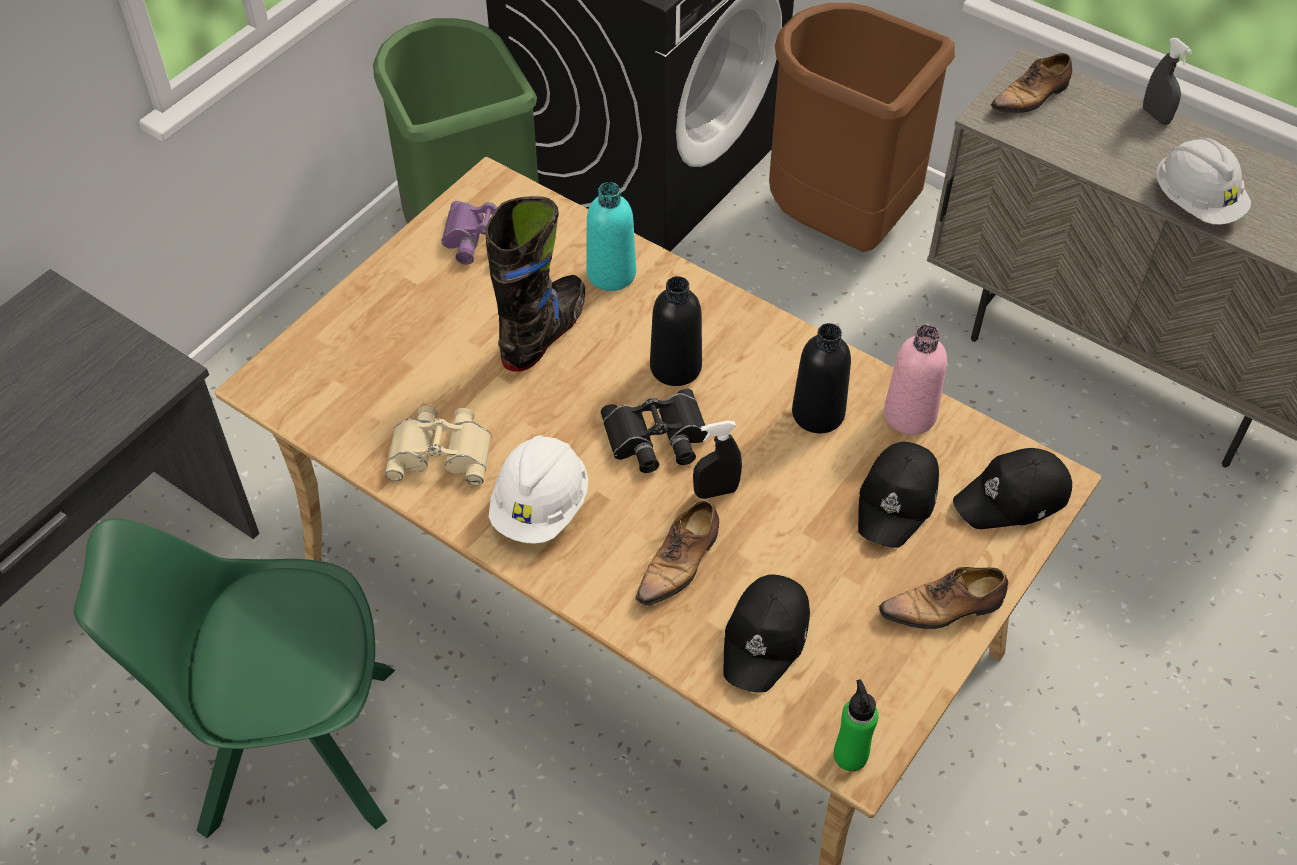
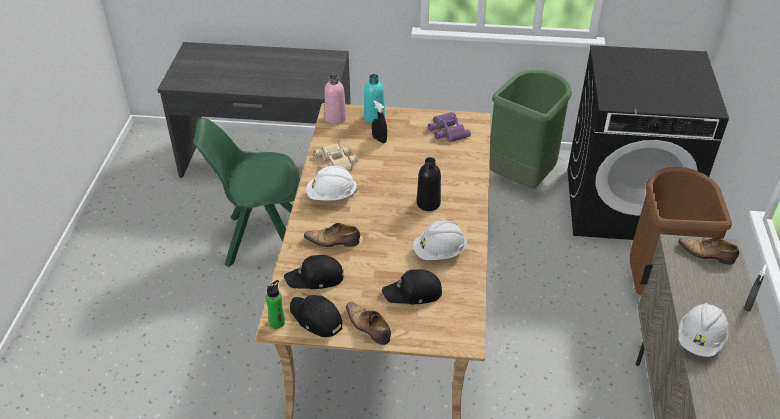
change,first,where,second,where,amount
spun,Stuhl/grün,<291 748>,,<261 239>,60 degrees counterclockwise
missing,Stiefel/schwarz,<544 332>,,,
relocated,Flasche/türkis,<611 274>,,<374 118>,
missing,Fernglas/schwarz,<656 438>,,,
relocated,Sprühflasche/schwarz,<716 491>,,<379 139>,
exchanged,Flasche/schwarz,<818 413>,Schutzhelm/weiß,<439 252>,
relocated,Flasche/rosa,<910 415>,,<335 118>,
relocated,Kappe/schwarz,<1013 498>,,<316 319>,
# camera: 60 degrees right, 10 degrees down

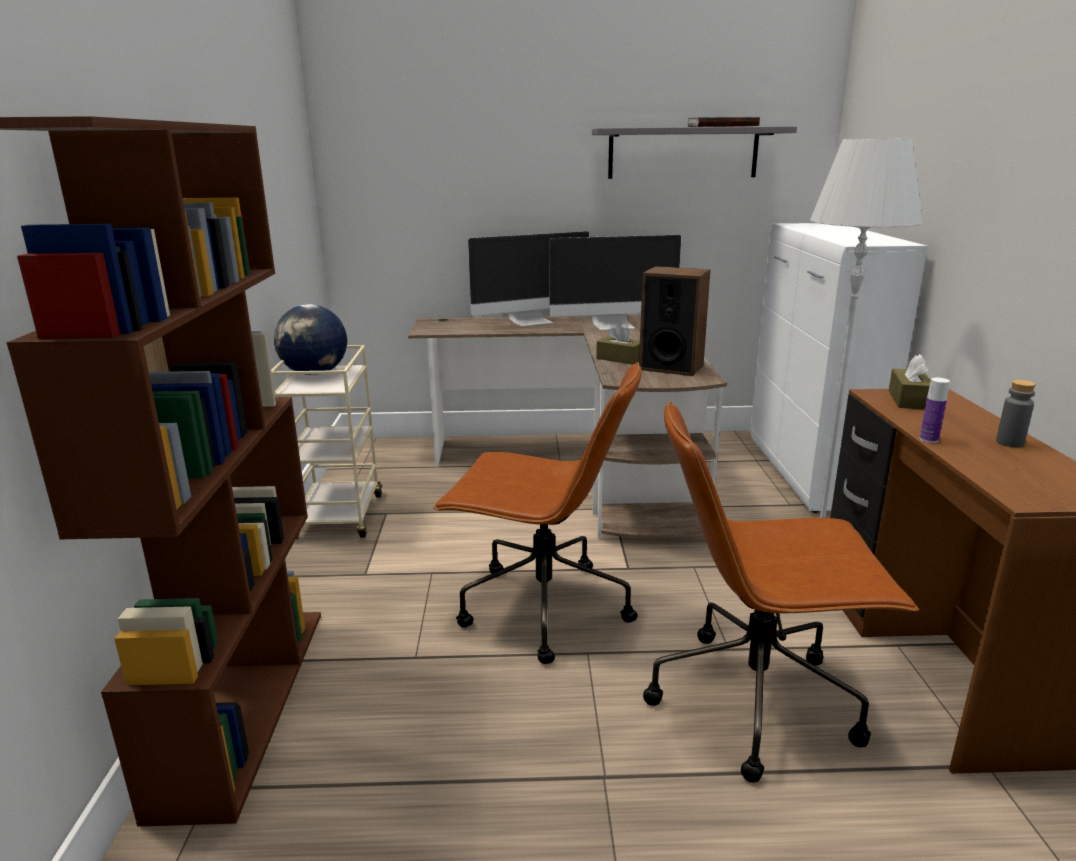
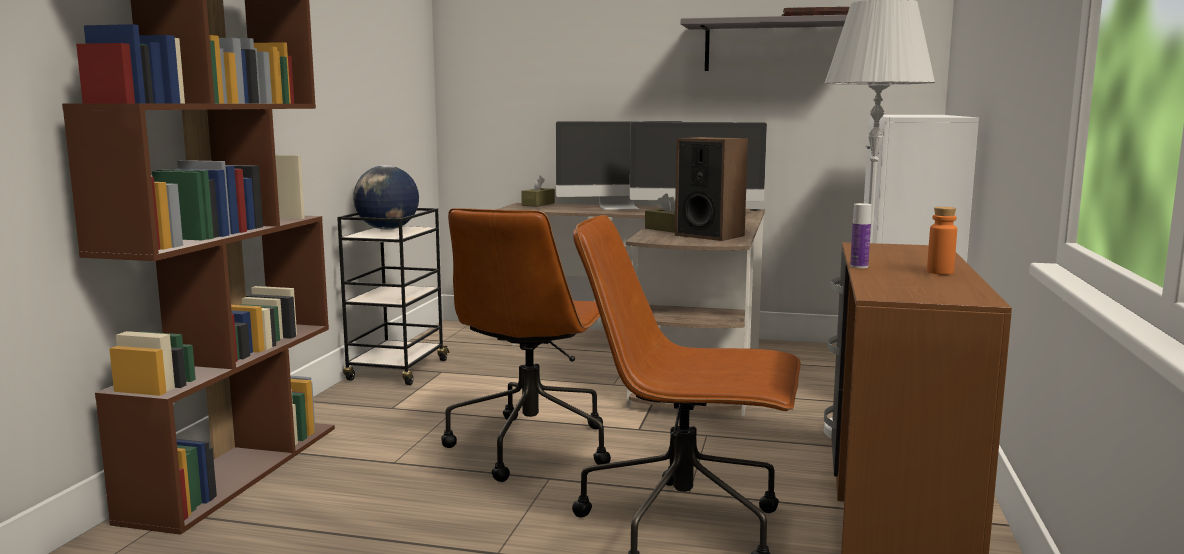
change,first,where,second,where,amount
colour,Rollwagen/beige,<339 518>,Rollwagen/schwarz,<397 371>,
spun,Bürostuhl/braun,<541 608>,,<531 445>,75 degrees clockwise
relocated,Taschentuchbox/braun,<909 400>,,<538 204>,
colour,Flasche/grau,<1009 443>,Flasche/orange,<940 272>,
# camera: 15 degrees right, 10 degrees down

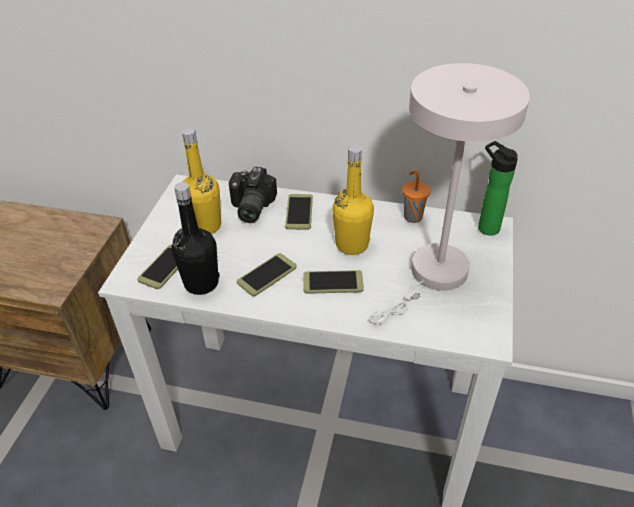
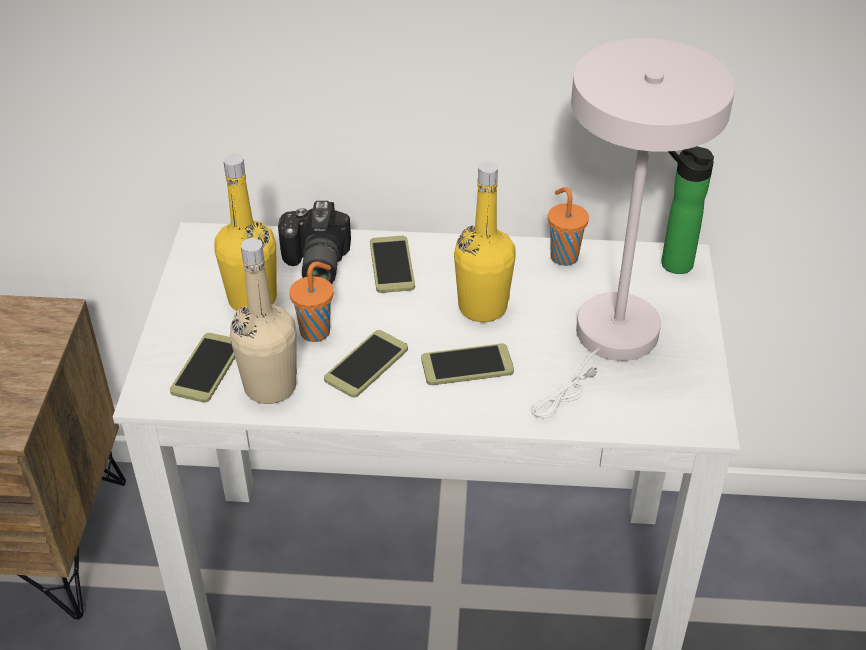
change,first,where,second,where,amount
colour,Flasche/schwarz,<201 283>,Flasche/beige,<270 386>,
appeared,,,Tasse/orange,<316 331>,
# camera: 10 degrees left, 0 degrees up

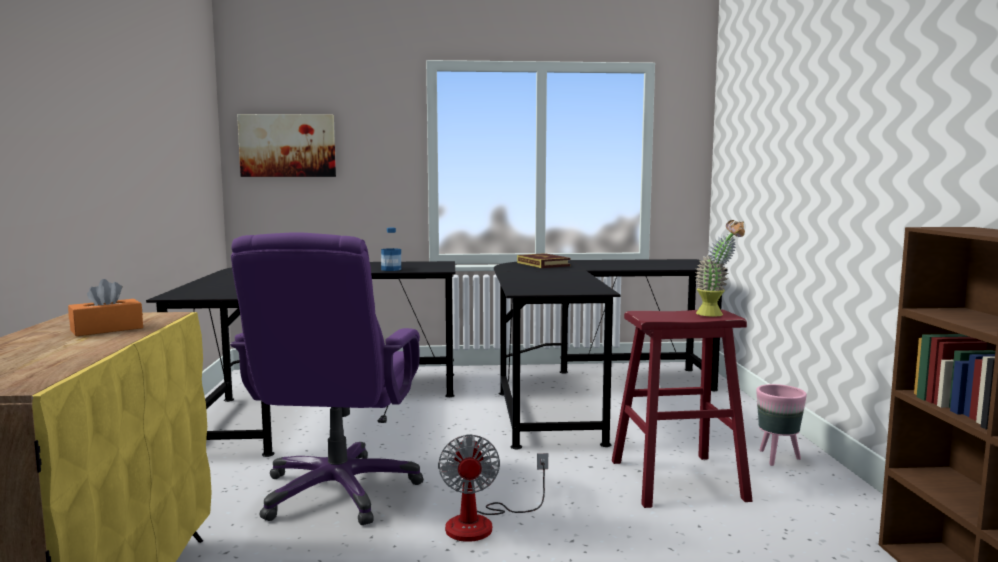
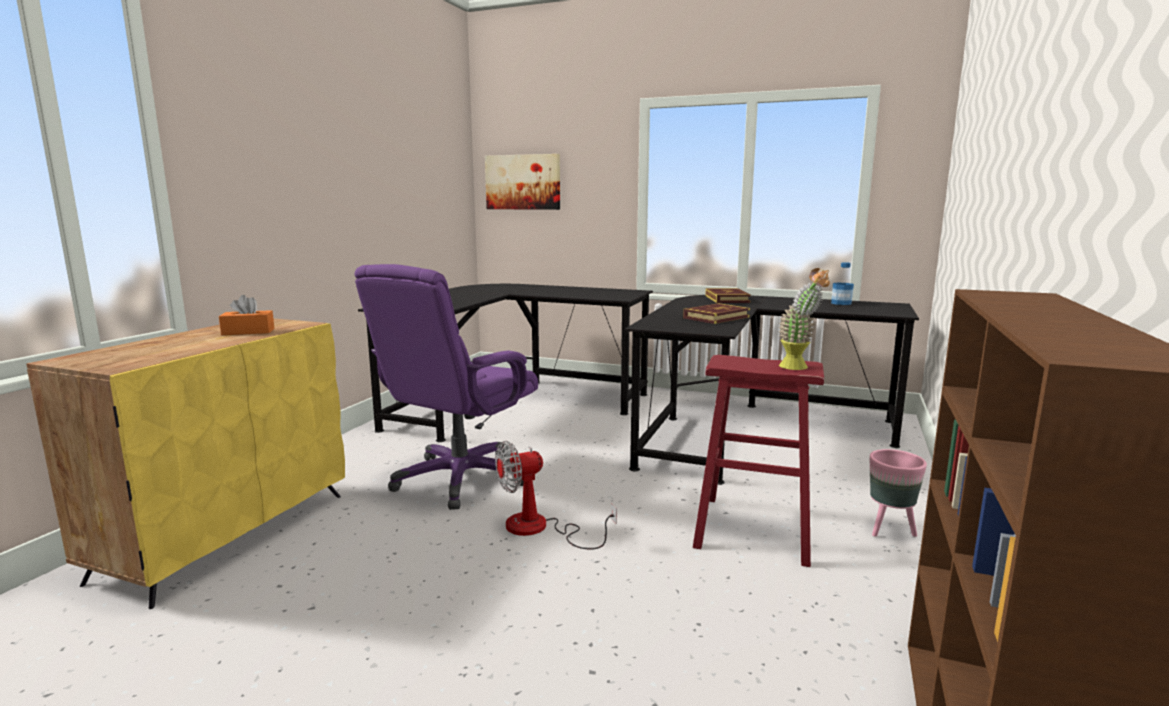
change,first,where,second,where,amount
relocated,Flasche,<391 269>,,<841 303>,
spun,Ventilator,<483 523>,,<539 529>,45 degrees clockwise
appeared,,,Buch,<716 317>,
# camera: 25 degrees right, 5 degrees up

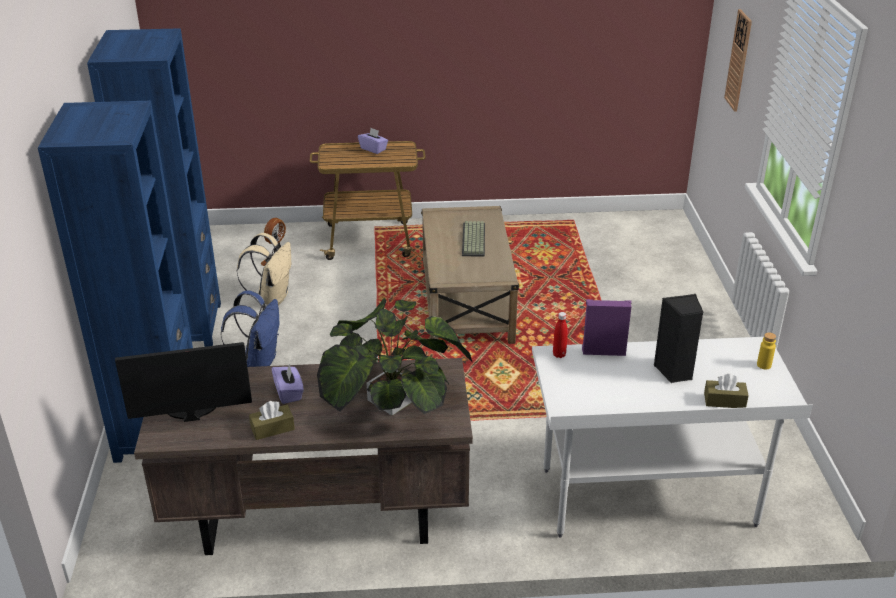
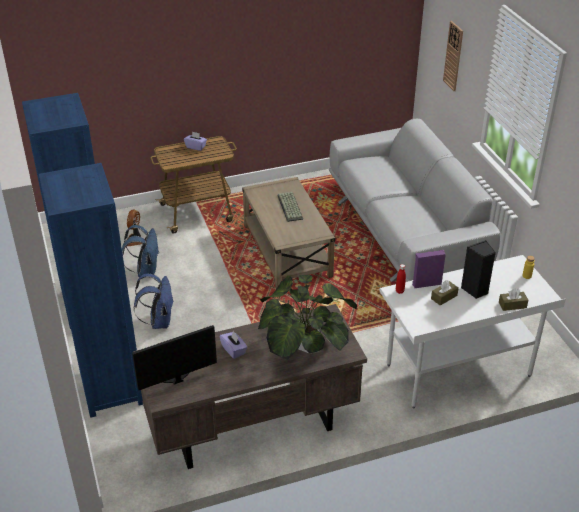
change,first,where,second,where,amount
colour,Rucksack/beige,<272 298>,Rucksack/blau,<145 271>,
relocated,Taschentuchbox/braun,<272 428>,,<444 297>,
appeared,,,Sofa/grau,<405 231>,
# camera: 15 degrees left, 5 degrees up

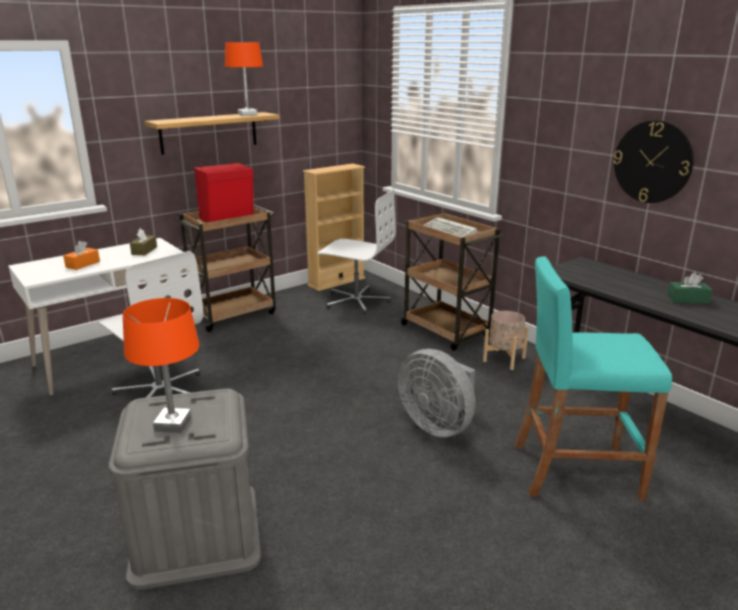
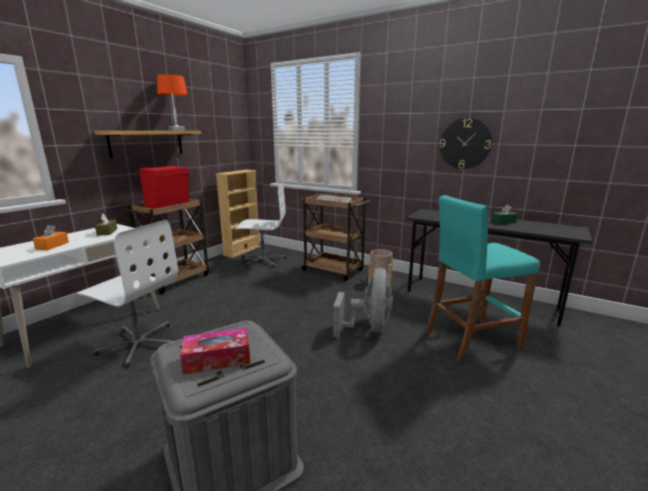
change,first,where,second,where,amount
exchanged,Tischlampe/orange,<173 424>,Taschentuchbox,<217 358>,
spun,Ventilator/grau,<438 425>,,<369 328>,105 degrees counterclockwise
# camera: 20 degrees left, 5 degrees down

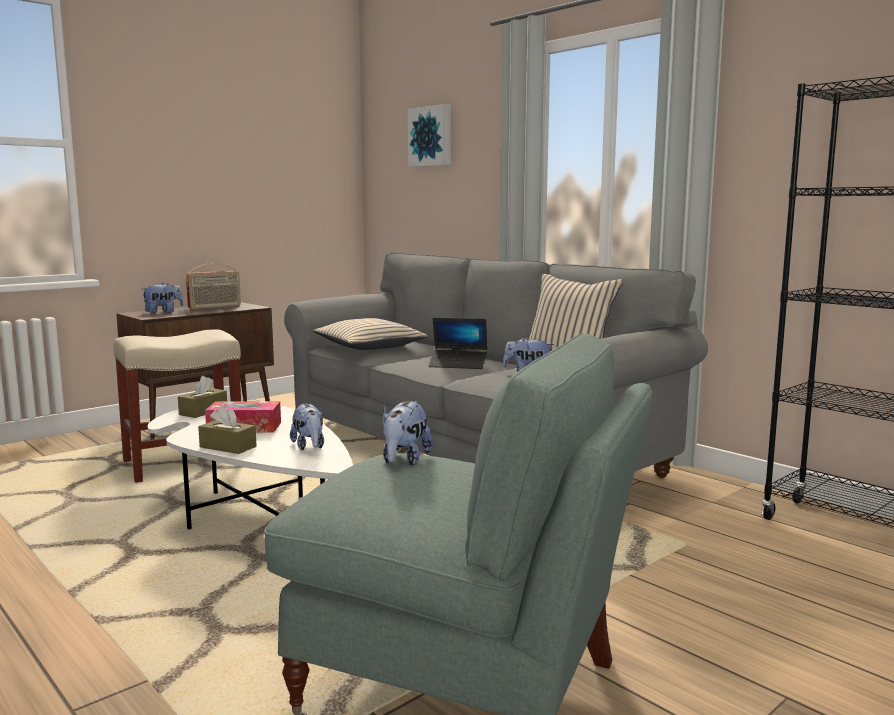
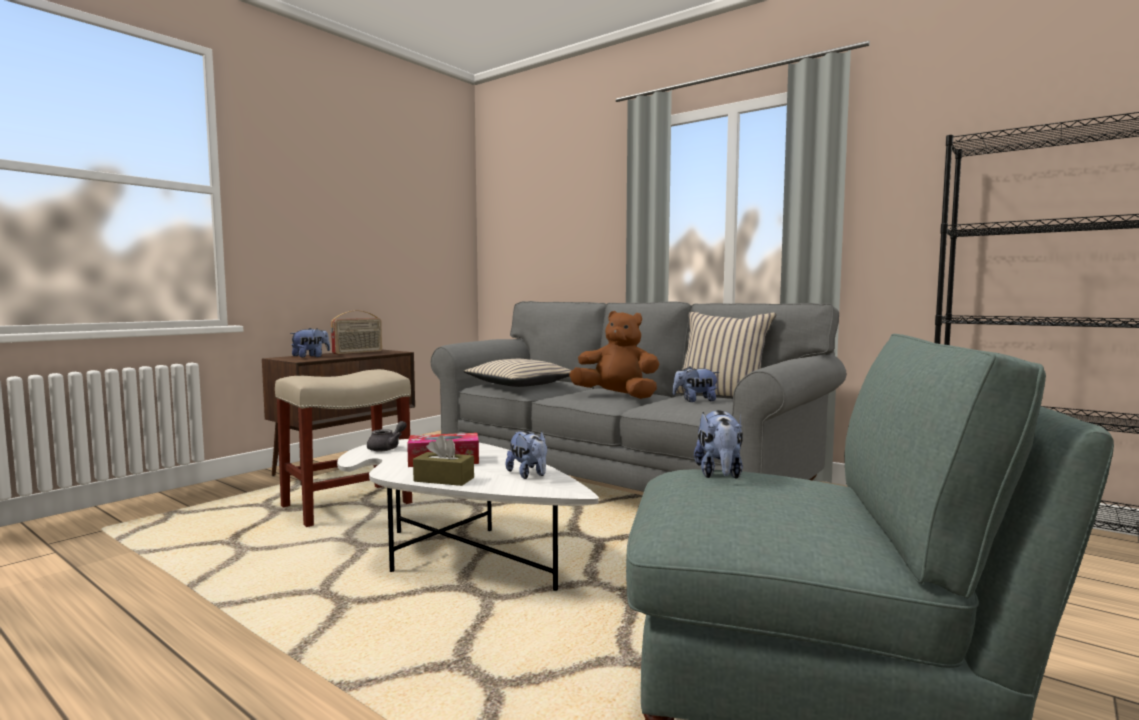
change,first,where,second,where,amount
exchanged,Taschentuchbox/braun,<203 411>,Teekanne/grau,<387 448>,
missing,Bild,<431 136>,,,
exchanged,Laptop,<458 364>,Plüschtier/braun,<617 396>,
# camera: 10 degrees left, 5 degrees down

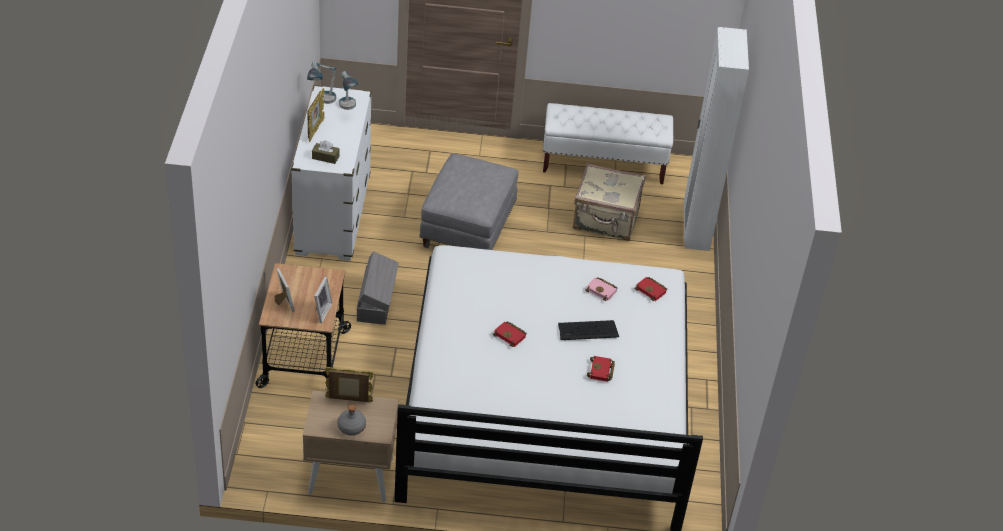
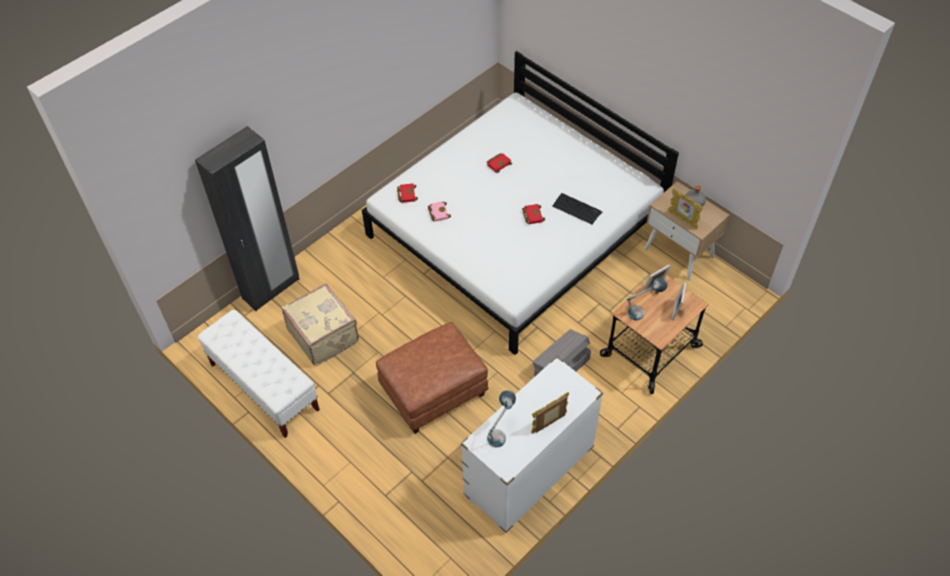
change,first,where,second,where,amount
relocated,Tischlampe,<323 102>,,<642 311>,
missing,Taschentuchbox/braun,<325 157>,,,
colour,Polsterhocker/grau,<468 229>,Polsterhocker/braun,<434 390>,
relocated,Tastatur,<588 331>,,<577 209>,
colour,Kleiderschrank/weiß,<695 228>,Kleiderschrank/schwarz,<271 289>,
# camera: 135 degrees left, 10 degrees up

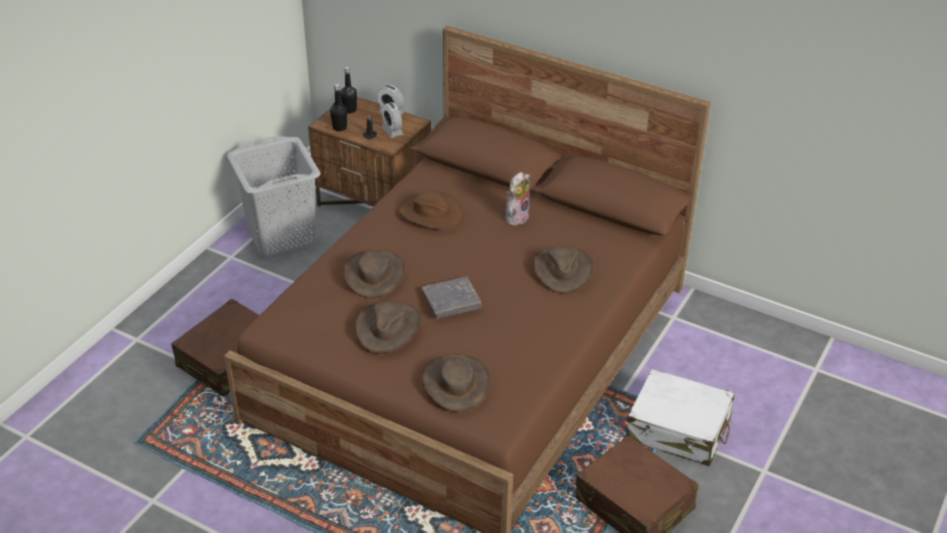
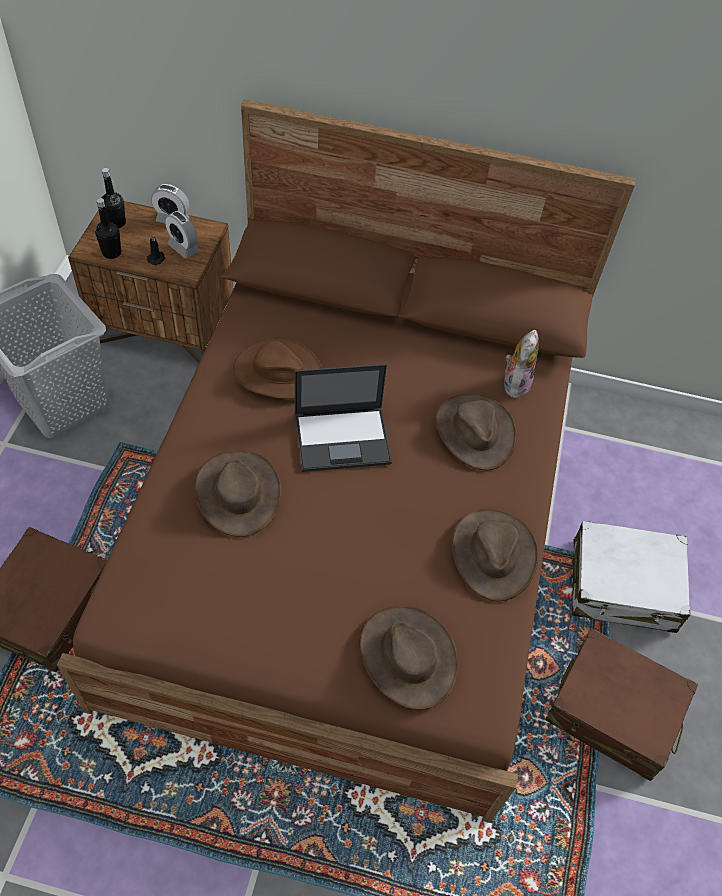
change,first,where,second,where,amount
relocated,Hut/braun,<388 328>,,<492 554>,
missing,Buch/grau,<451 301>,,,
relocated,Plüschtier,<516 217>,,<515 382>,
appeared,,,Laptop,<343 438>,
# camera: 20 degrees left, 15 degrees up

